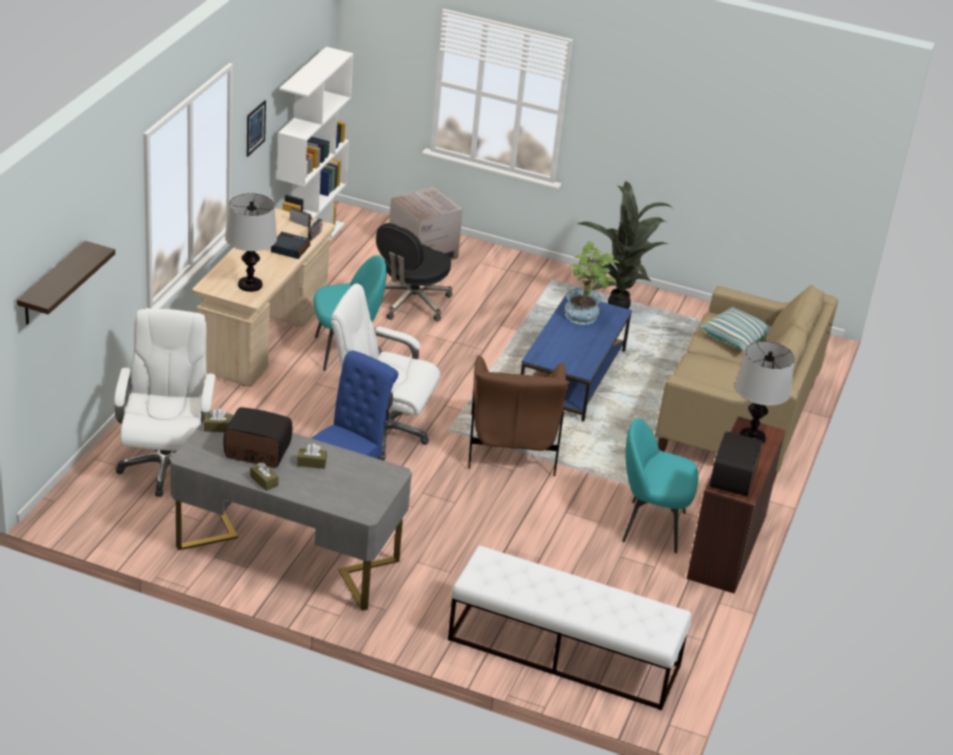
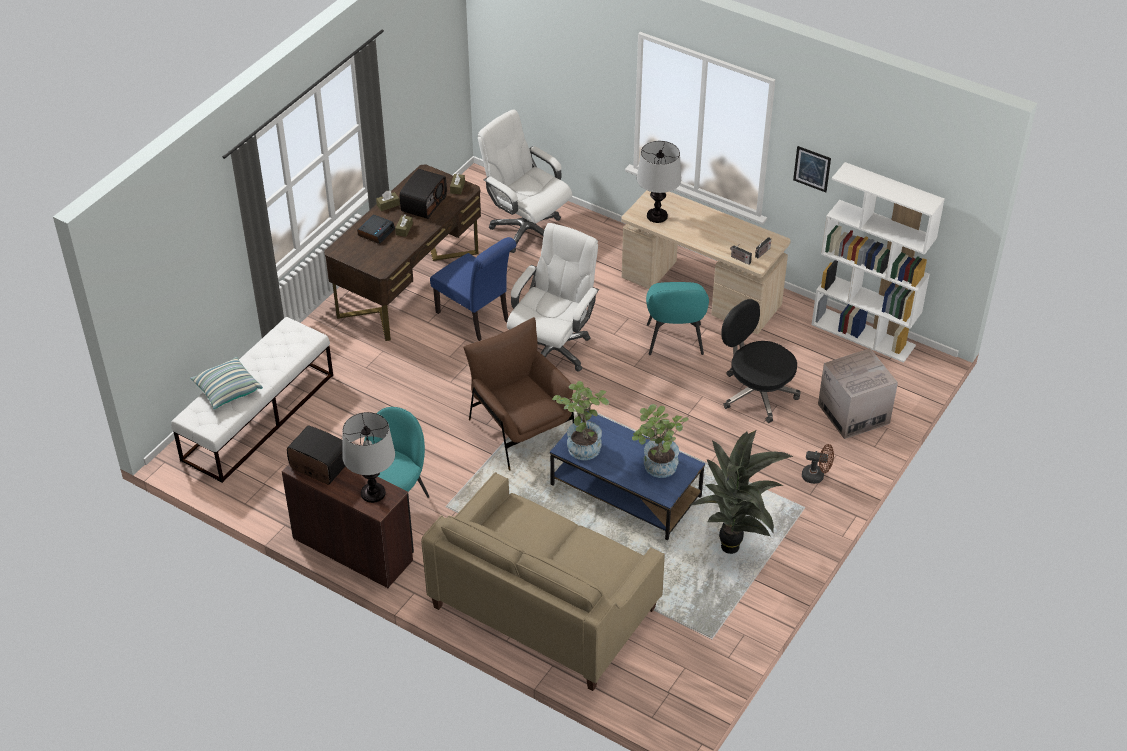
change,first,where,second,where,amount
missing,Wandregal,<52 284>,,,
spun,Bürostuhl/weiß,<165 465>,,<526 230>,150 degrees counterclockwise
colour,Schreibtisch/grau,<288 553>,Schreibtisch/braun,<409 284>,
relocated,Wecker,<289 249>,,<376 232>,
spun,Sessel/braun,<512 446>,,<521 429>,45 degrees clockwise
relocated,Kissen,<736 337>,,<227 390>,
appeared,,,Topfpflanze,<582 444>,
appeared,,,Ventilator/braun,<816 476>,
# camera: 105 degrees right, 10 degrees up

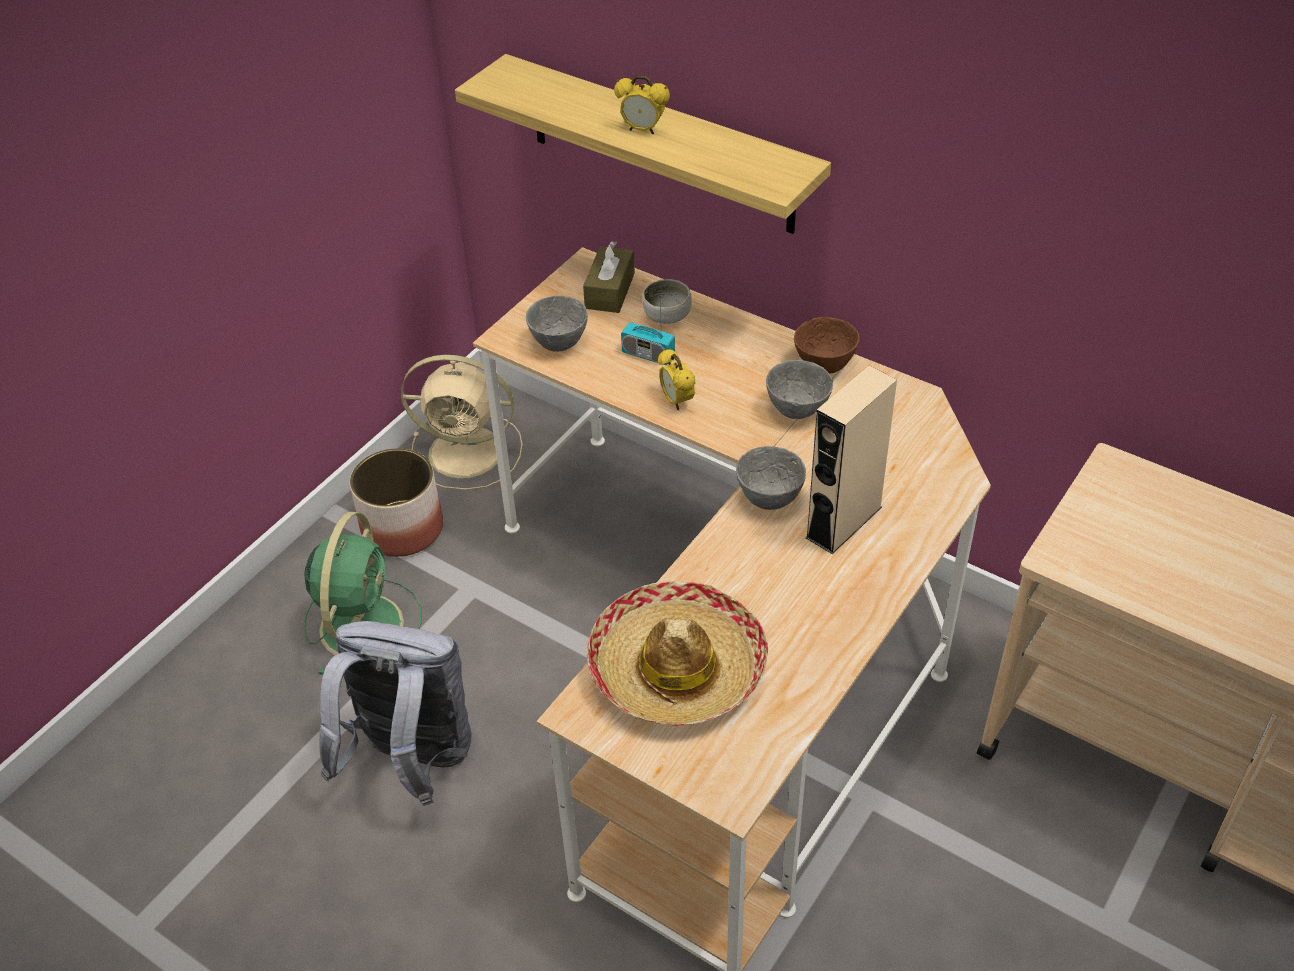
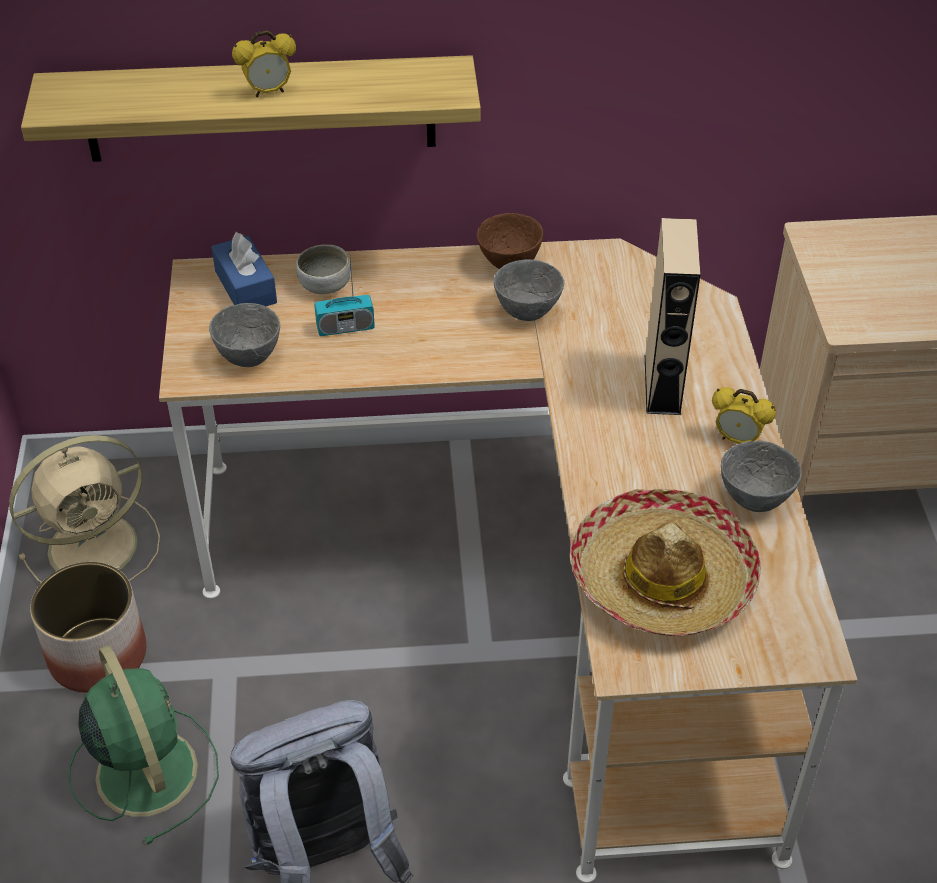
change,first,where,second,where,amount
colour,Taschentuchbox/braun,<610 290>,Taschentuchbox/blau,<245 287>,
relocated,Wecker,<676 401>,,<737 440>,
relocated,Schüssel/grau,<768 500>,,<755 500>,
# camera: 40 degrees left, 0 degrees up

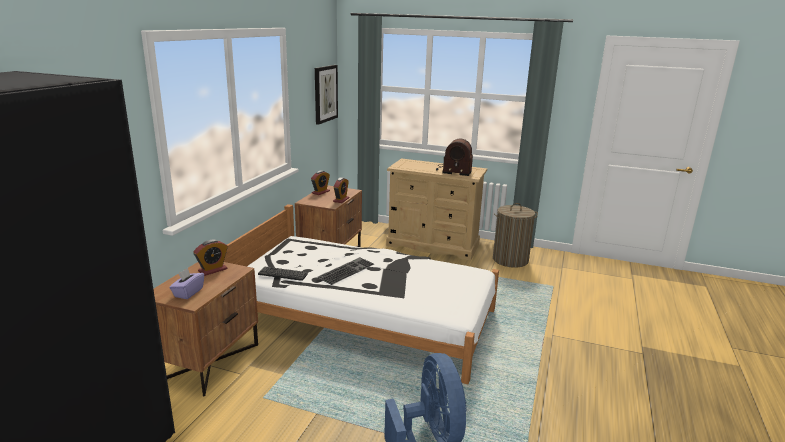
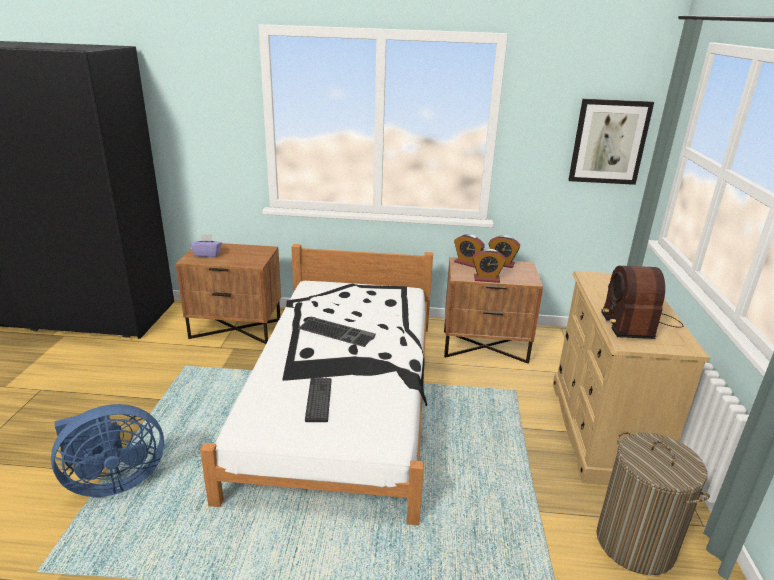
change,first,where,second,where,amount
relocated,Wecker,<212 270>,,<467 263>,
relocated,Tastatur,<282 274>,,<318 400>,
# camera: 75 degrees right, 5 degrees up

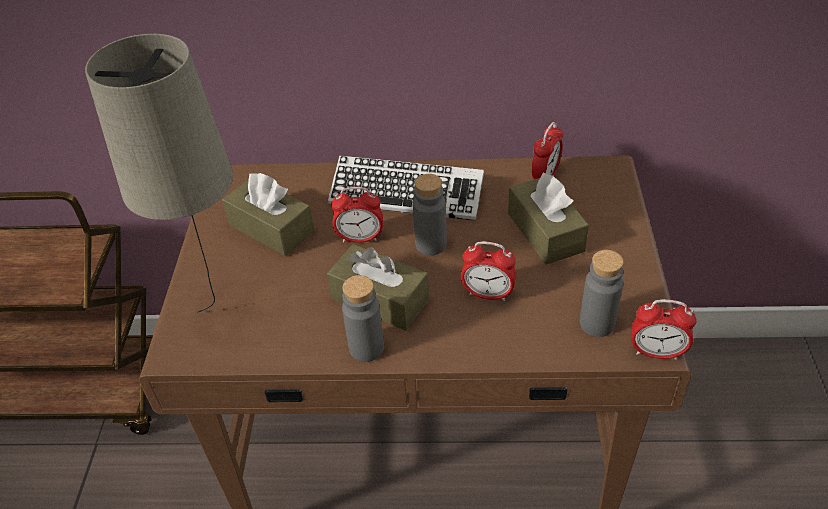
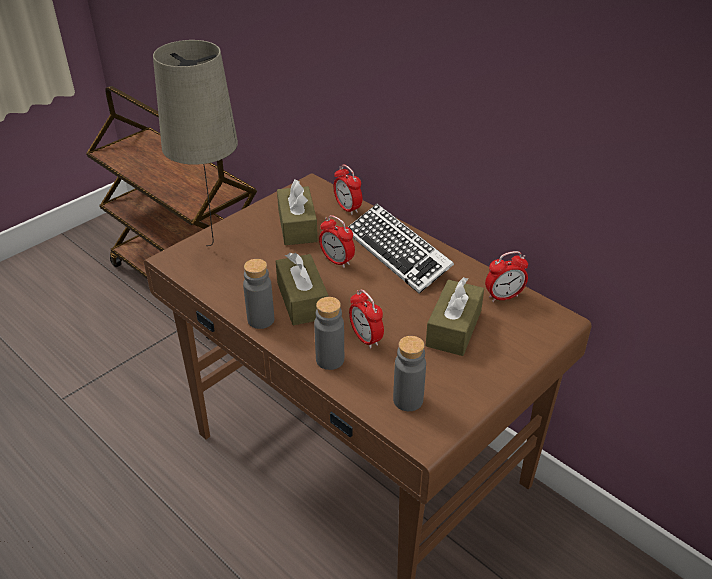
change,first,where,second,where,amount
relocated,Flasche/grau,<431 244>,,<330 360>,
relocated,Wecker,<656 352>,,<347 208>,
# camera: 40 degrees right, 5 degrees down

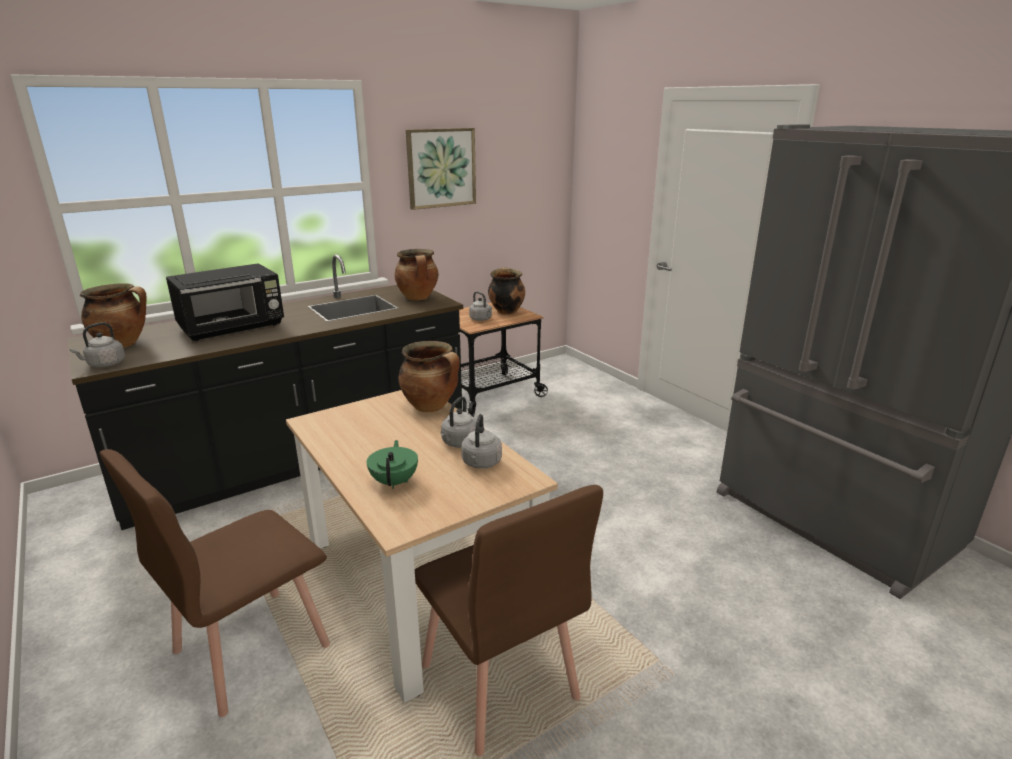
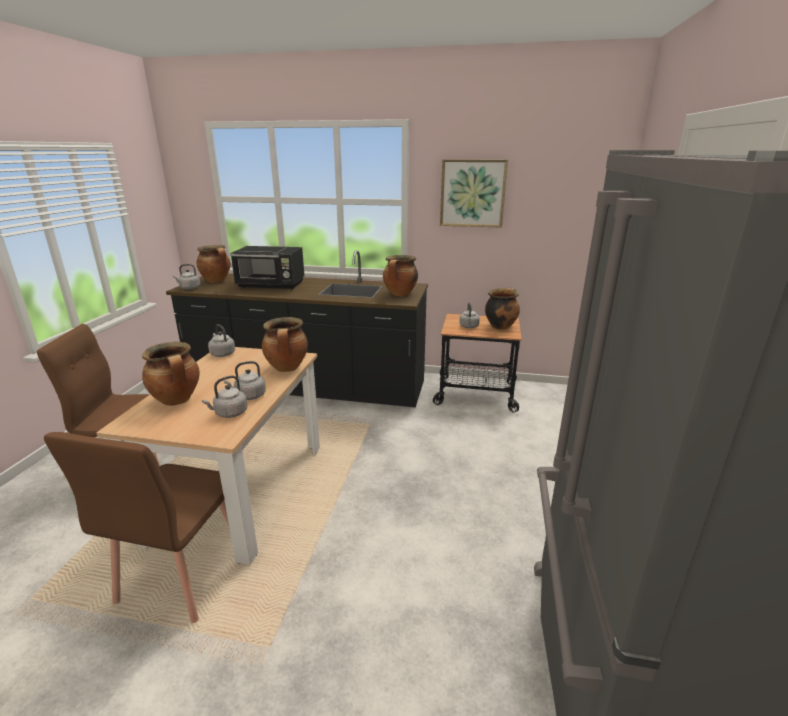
change,first,where,second,where,amount
exchanged,Teekanne/grün,<395 481>,Kochtopf,<177 400>,
appeared,,,Wasserkessel/grau,<222 353>,
# camera: 45 degrees right, 0 degrees up

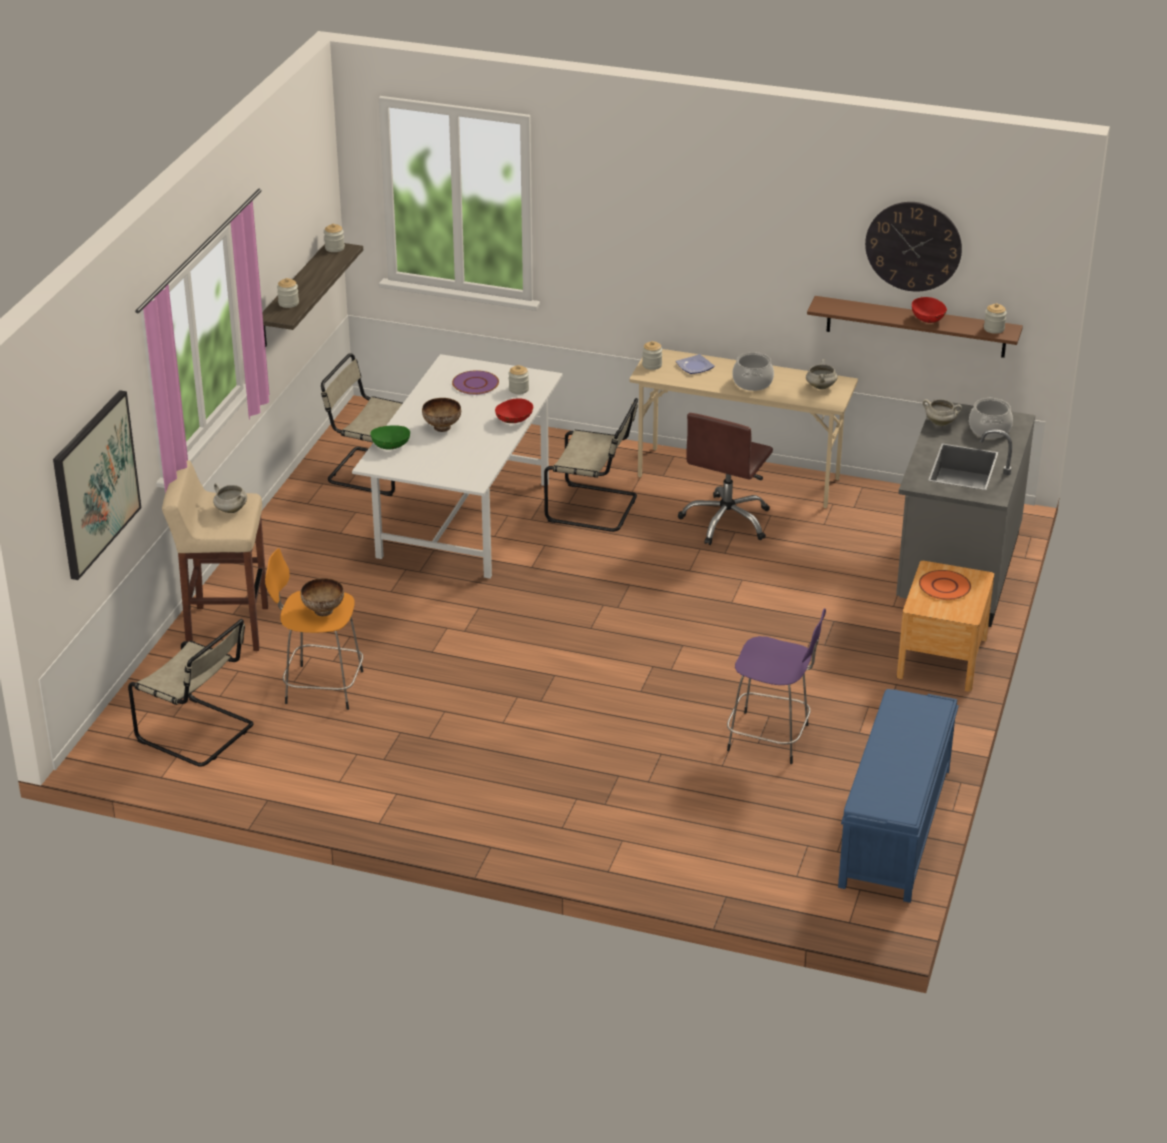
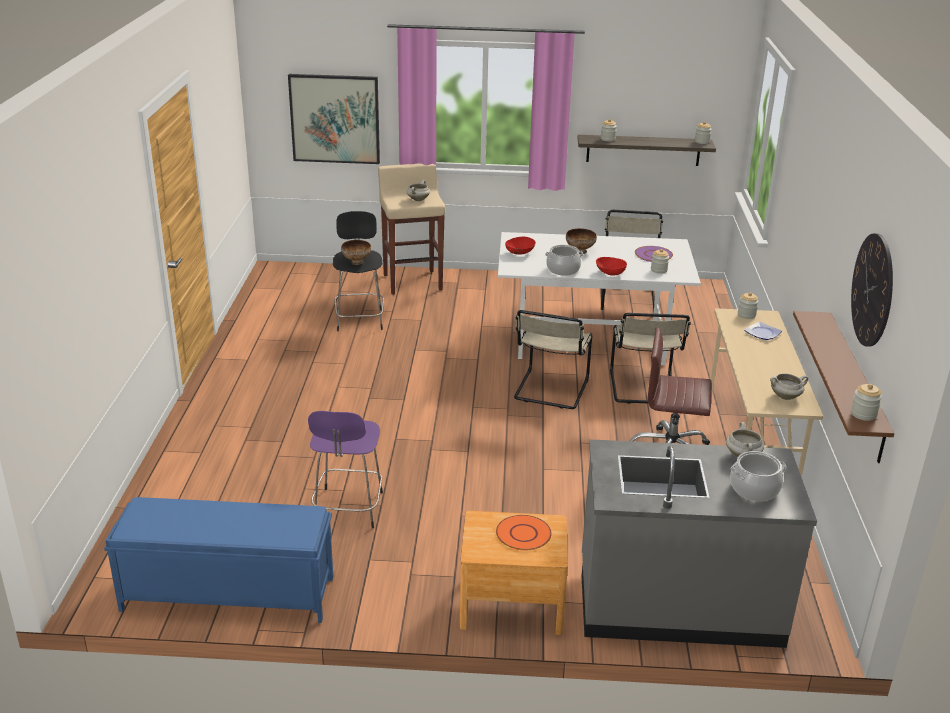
change,first,where,second,where,amount
relocated,Stuhl/beige,<199 734>,,<550 391>,
colour,Hocker/orange,<321 687>,Hocker/schwarz,<359 319>,
missing,Schüssel/grün,<391 446>,,,
relocated,Kochtopf,<753 382>,,<563 270>,
relocated,Schüssel/rot,<928 319>,,<519 253>,
# camera: 75 degrees right, 5 degrees down

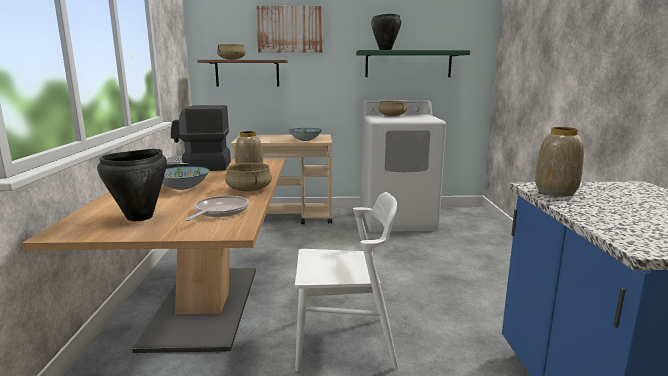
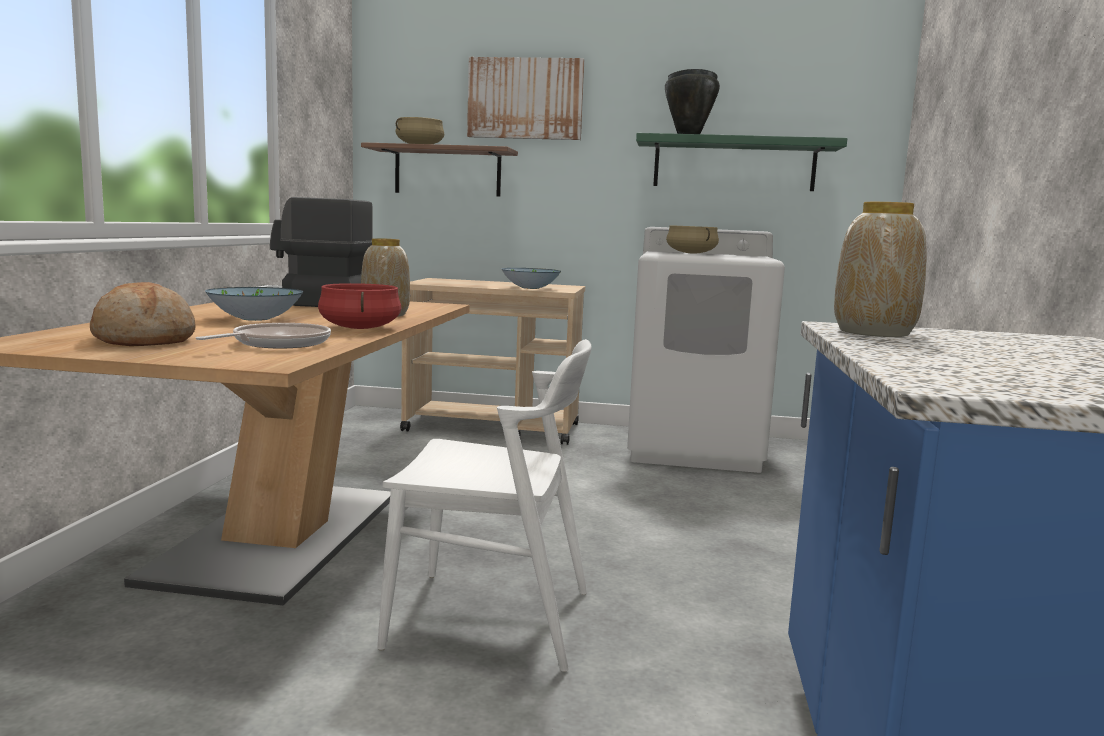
change,first,where,second,where,amount
exchanged,Kochtopf/schwarz,<140 217>,Brot,<144 339>,
colour,Kochtopf/beige,<249 190>,Kochtopf/rot,<360 328>,
# camera: 10 degrees right, 5 degrees down

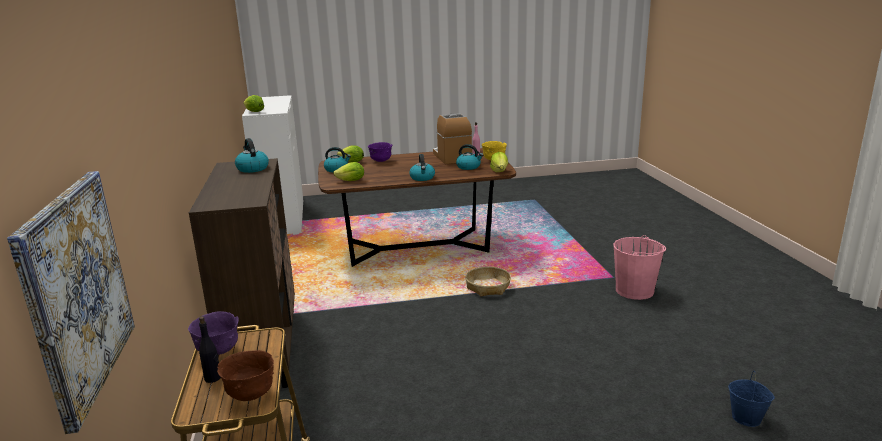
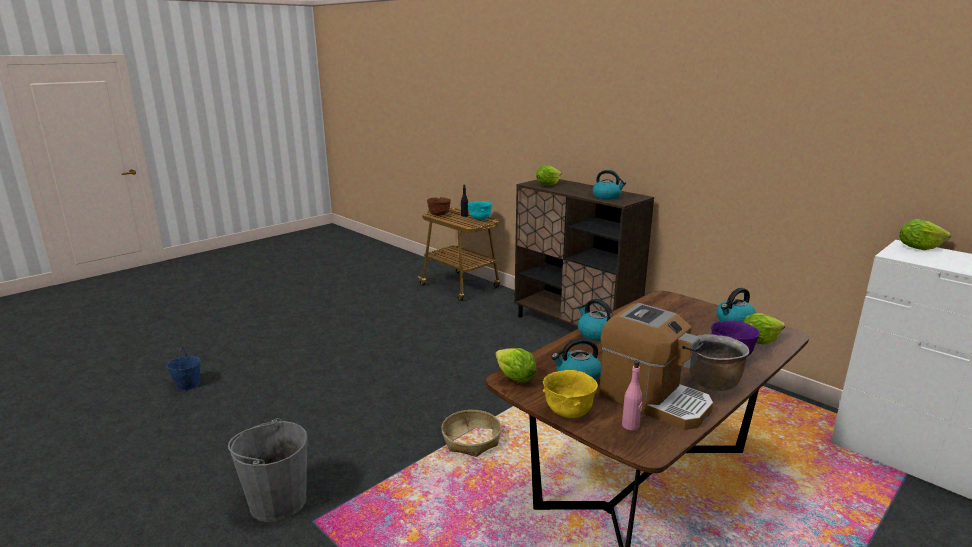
change,first,where,second,where,amount
missing,Bild,<77 291>,,,
colour,Schüssel/lila,<218 351>,Schüssel/türkis,<480 219>,
relocated,Salatkopf,<351 181>,,<547 185>,
colour,Eimer/rosa,<635 291>,Eimer/grau,<277 502>,
appeared,,,Kochtopf/braun,<712 383>,
# camera: 145 degrees right, 0 degrees up

